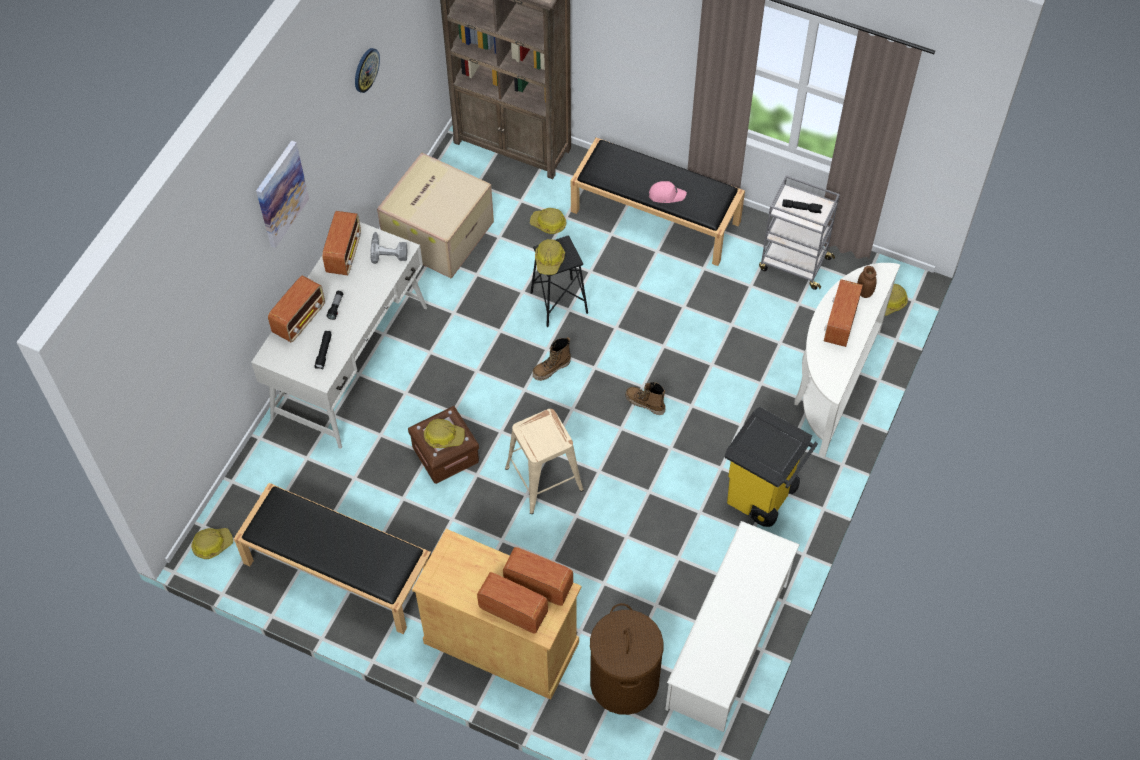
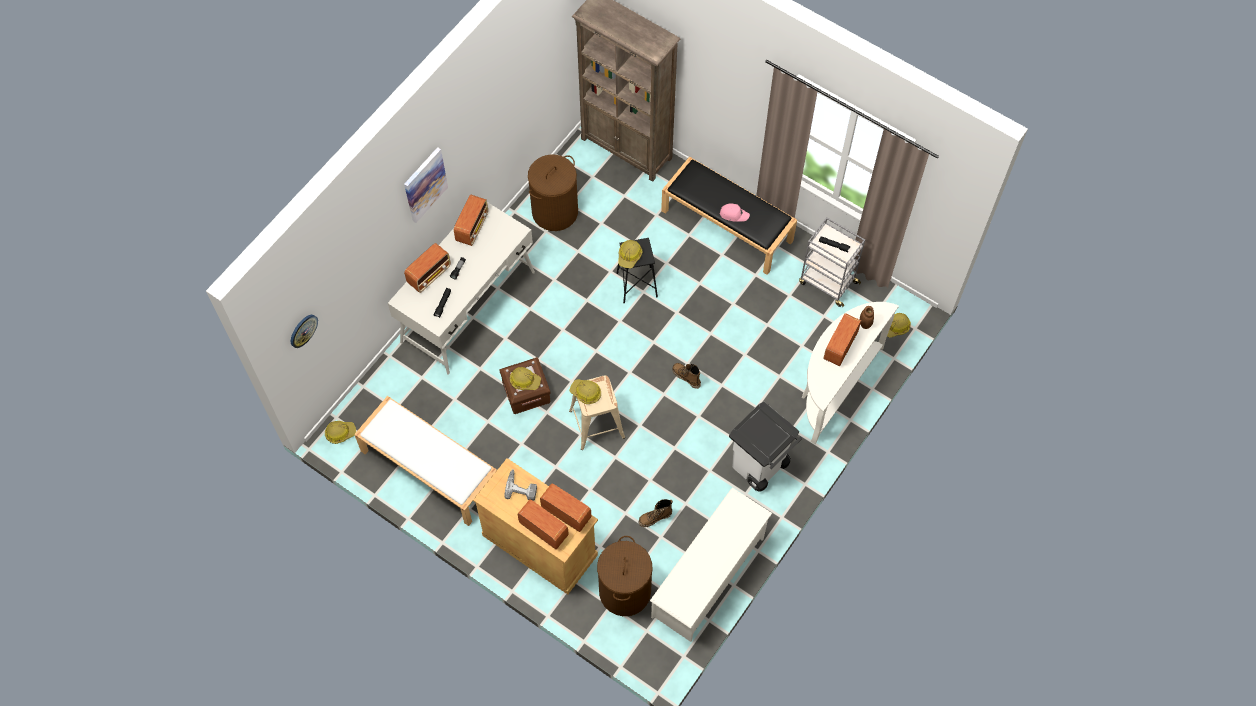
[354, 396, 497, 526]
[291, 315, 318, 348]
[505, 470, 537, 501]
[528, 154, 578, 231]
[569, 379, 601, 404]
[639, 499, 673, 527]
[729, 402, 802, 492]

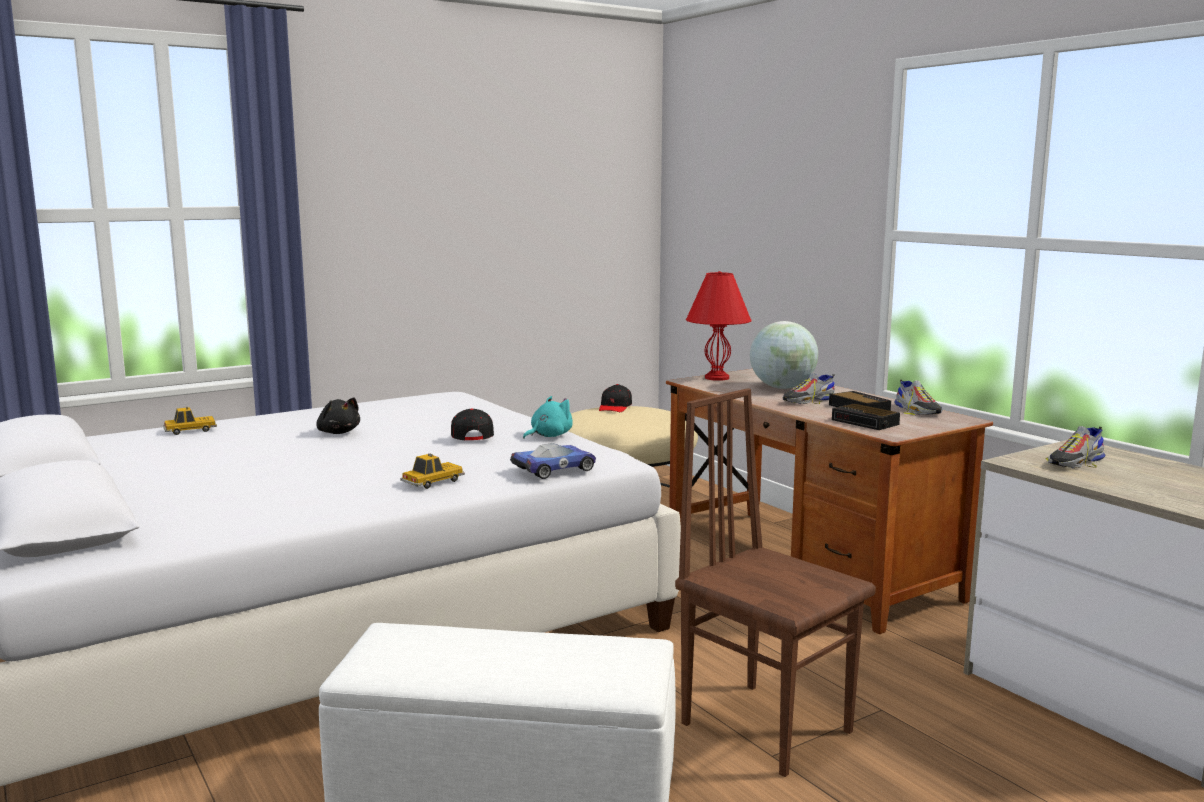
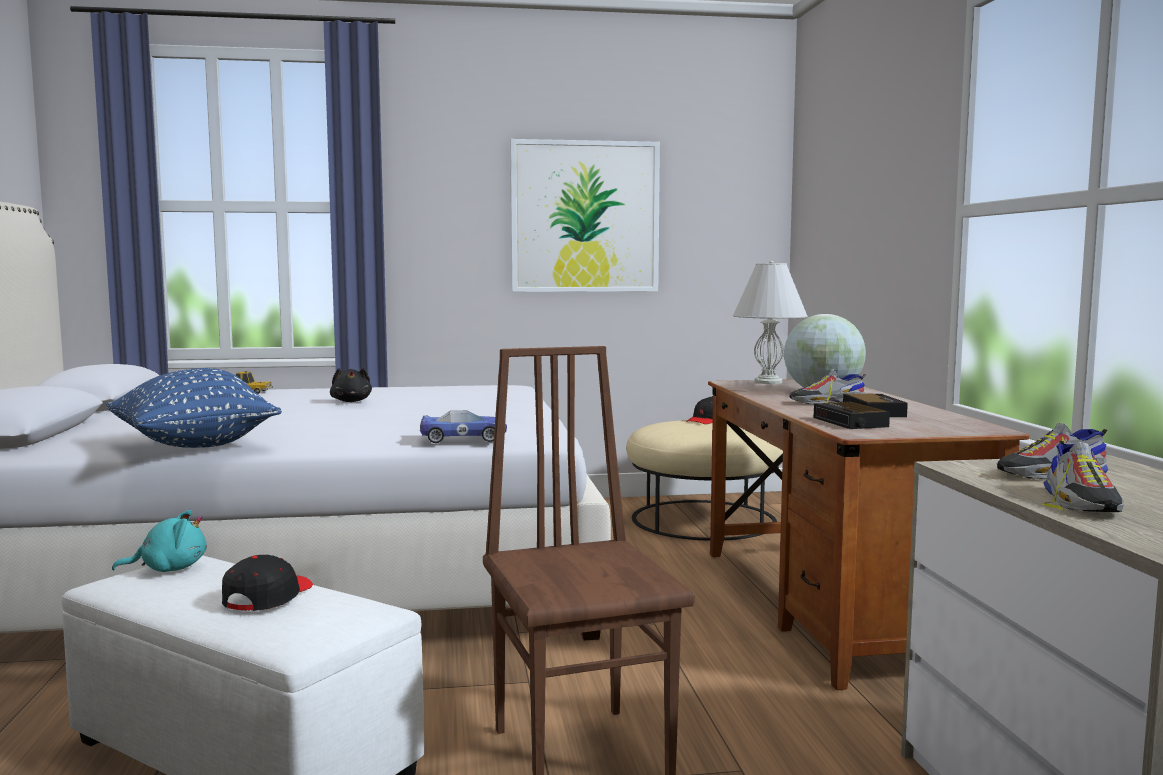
[400, 453, 465, 489] (first image)
[222, 555, 313, 611]
[112, 510, 206, 572]
[733, 261, 808, 384]
[1042, 441, 1124, 512]
[106, 368, 282, 448]
[510, 139, 660, 292]

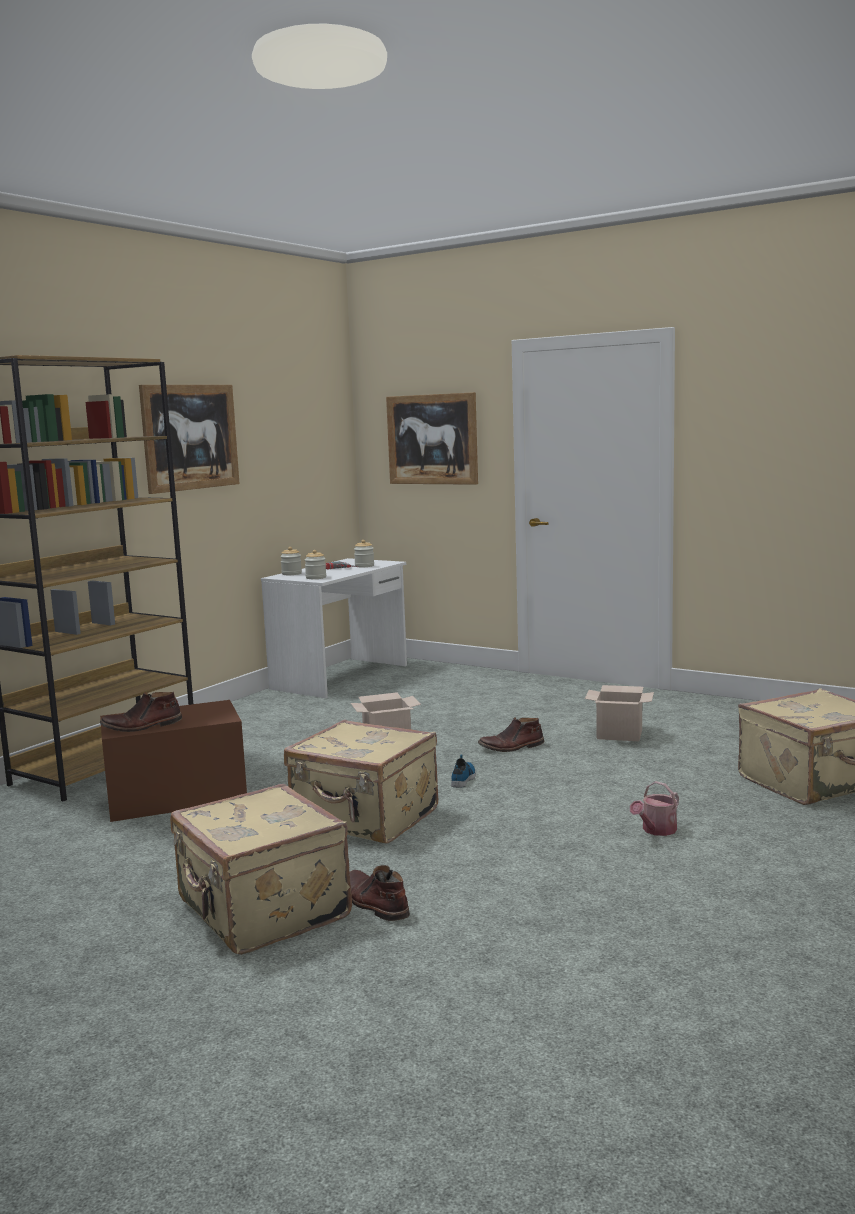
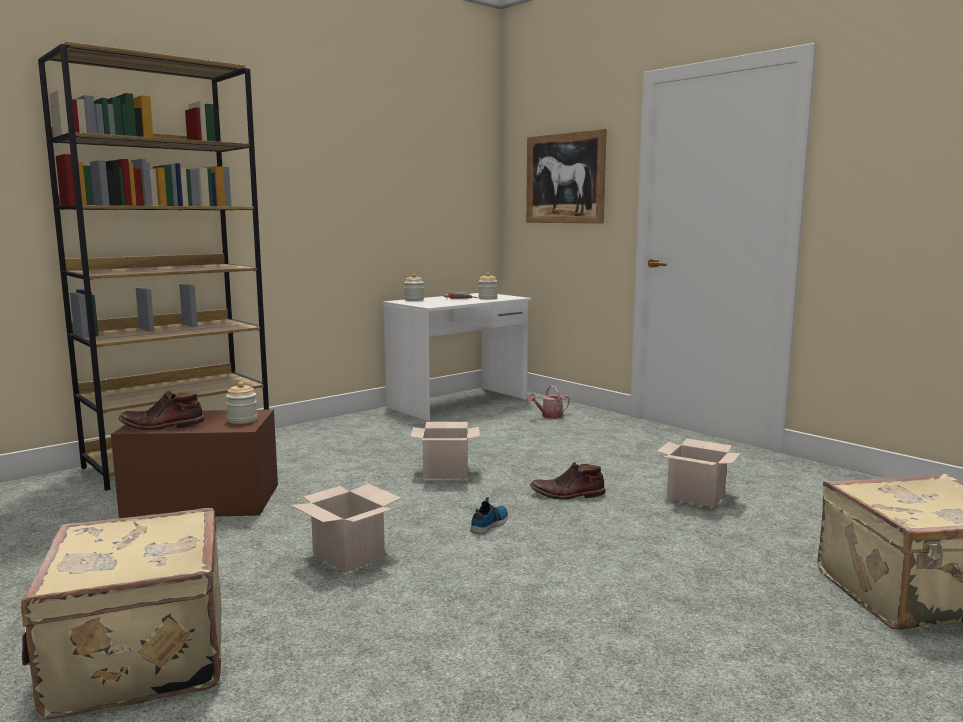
[139, 385, 240, 494] (first image)
[291, 484, 401, 573]
[226, 382, 257, 424]
[350, 865, 410, 921] (first image)
[528, 385, 570, 419]

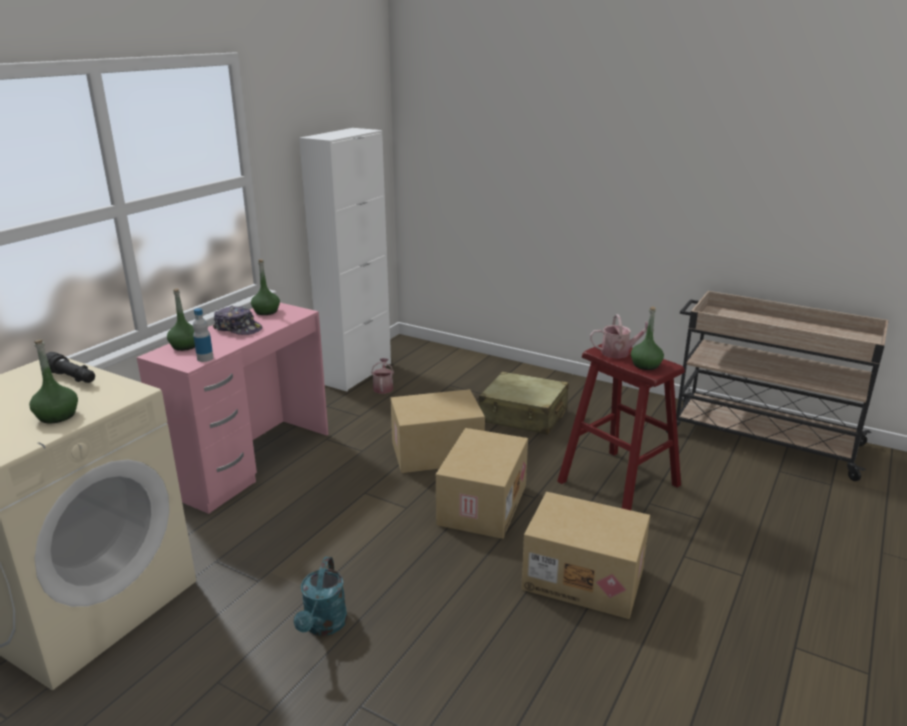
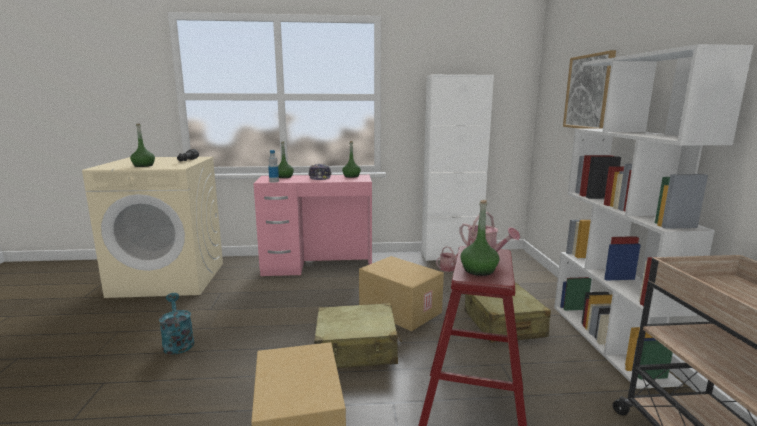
[159, 293, 194, 354]
[314, 303, 402, 368]
[554, 44, 754, 389]
[563, 50, 616, 129]

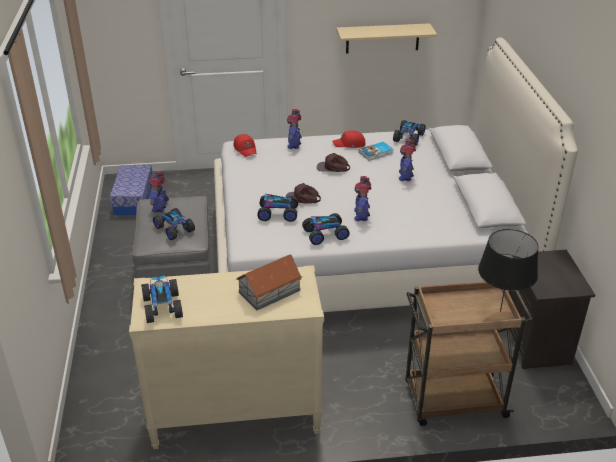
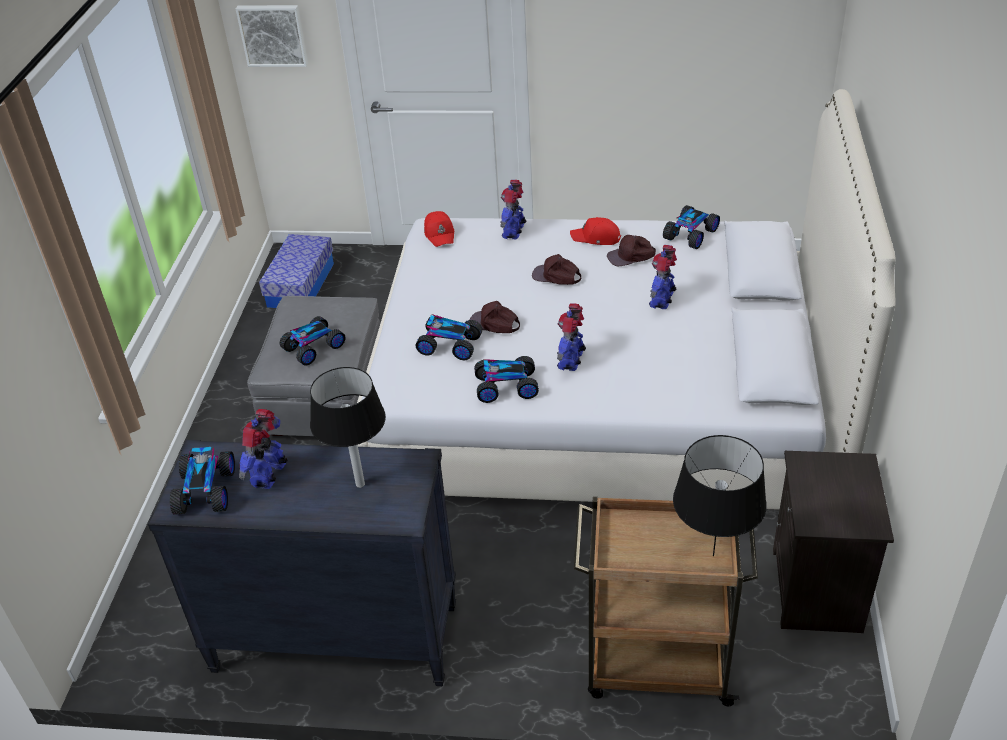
[148, 439, 456, 686]
[239, 409, 288, 489]
[280, 316, 346, 366]
[310, 367, 386, 488]
[336, 23, 437, 54] (first image)
[607, 235, 656, 266]
[236, 5, 308, 67]

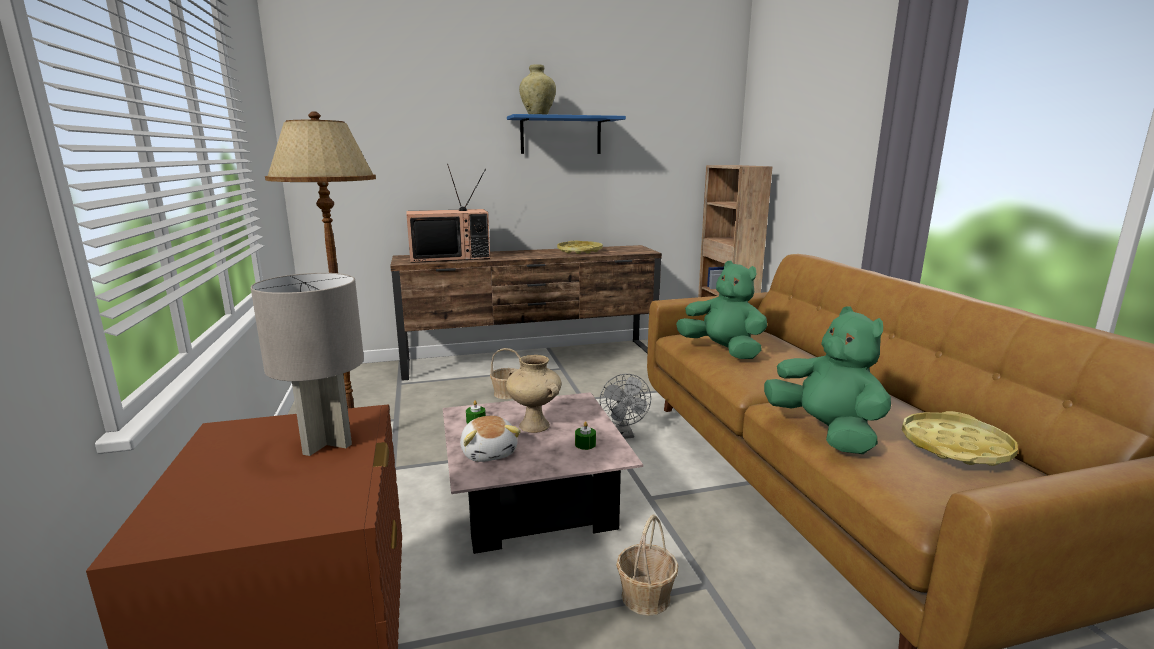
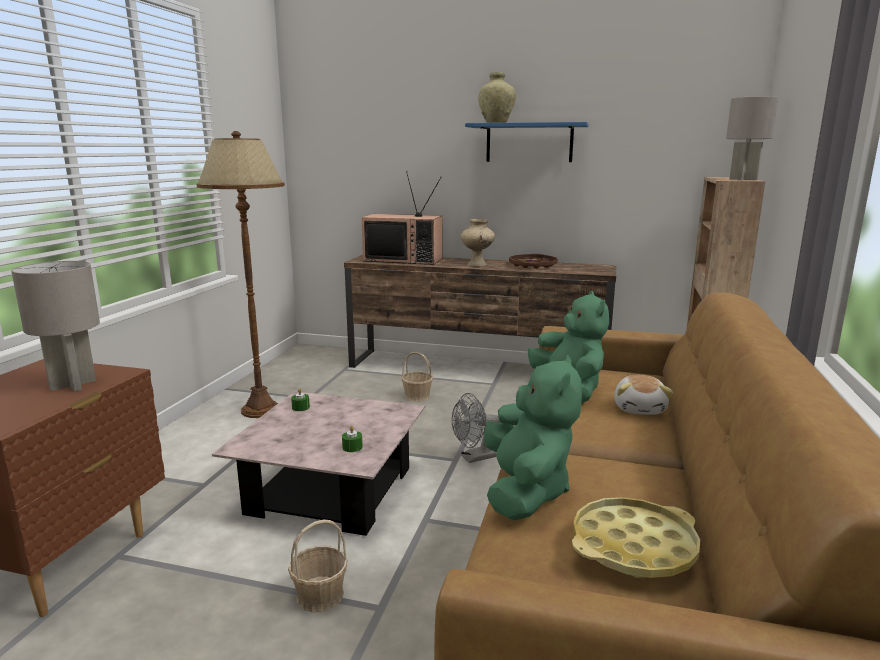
[614, 375, 673, 415]
[461, 219, 495, 267]
[509, 254, 558, 269]
[452, 393, 500, 463]
[726, 96, 778, 180]

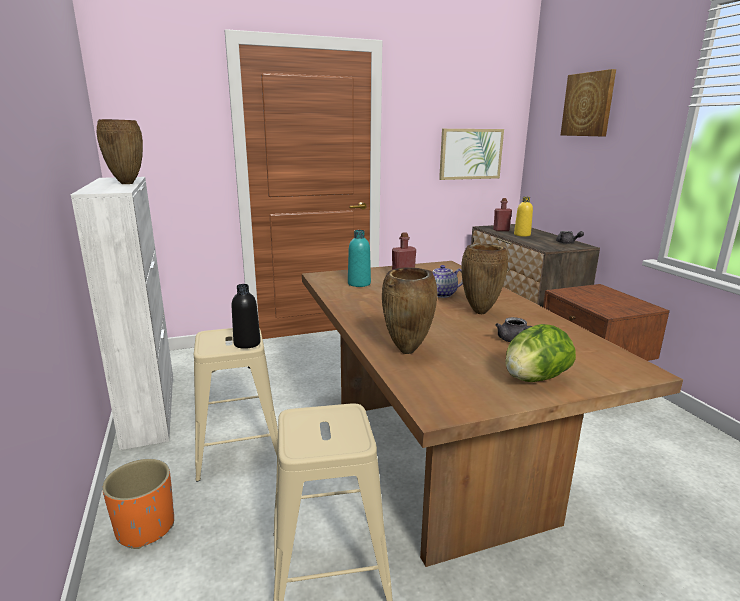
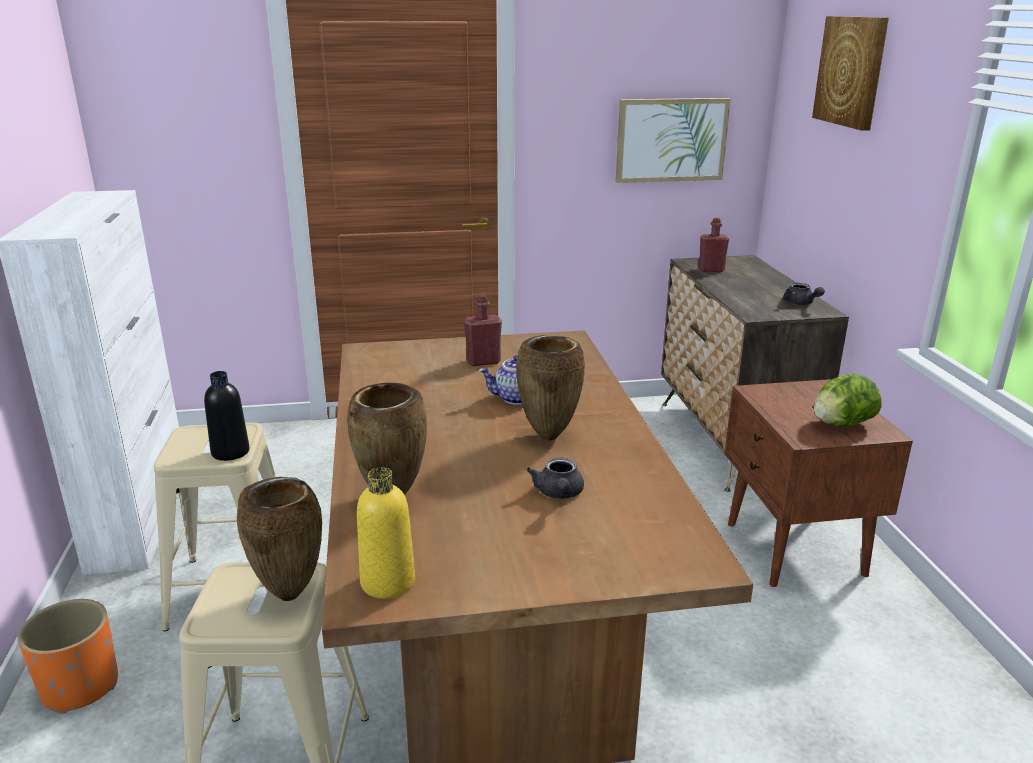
[237, 477, 322, 601]
[348, 230, 371, 287] (first image)
[814, 374, 882, 426]
[357, 467, 415, 599]

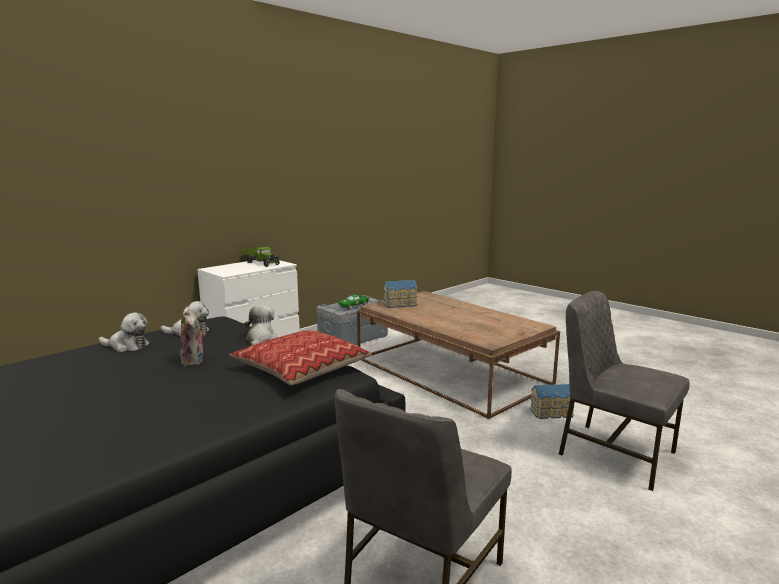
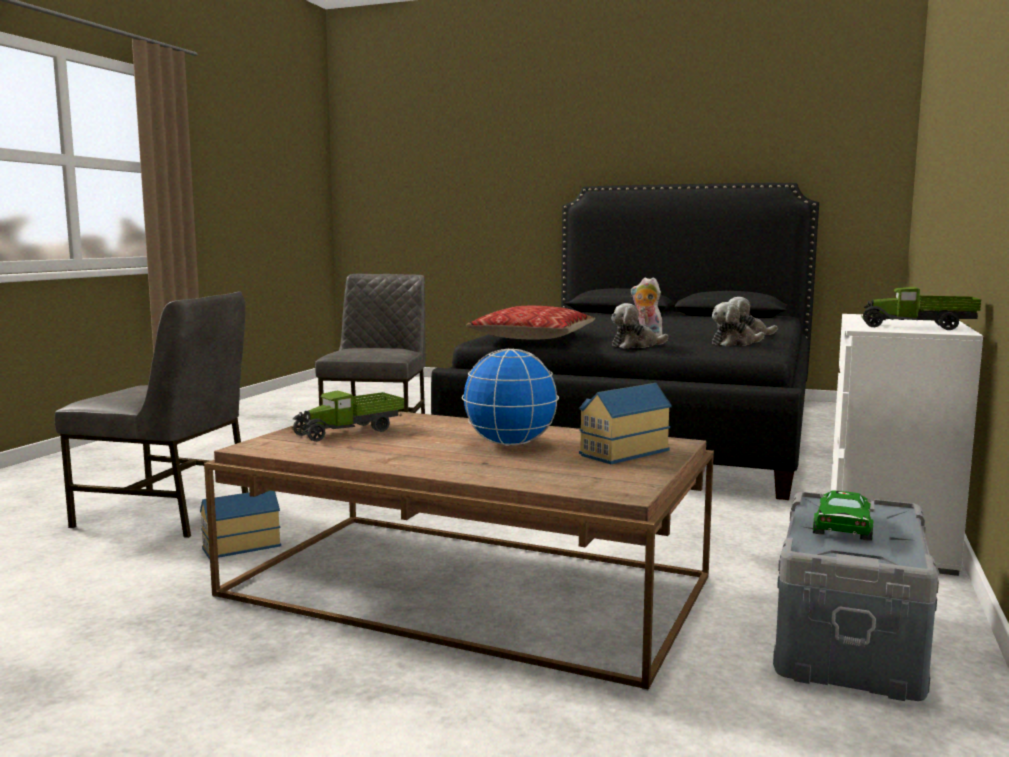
[611, 303, 668, 348]
[292, 391, 404, 442]
[462, 349, 559, 446]

